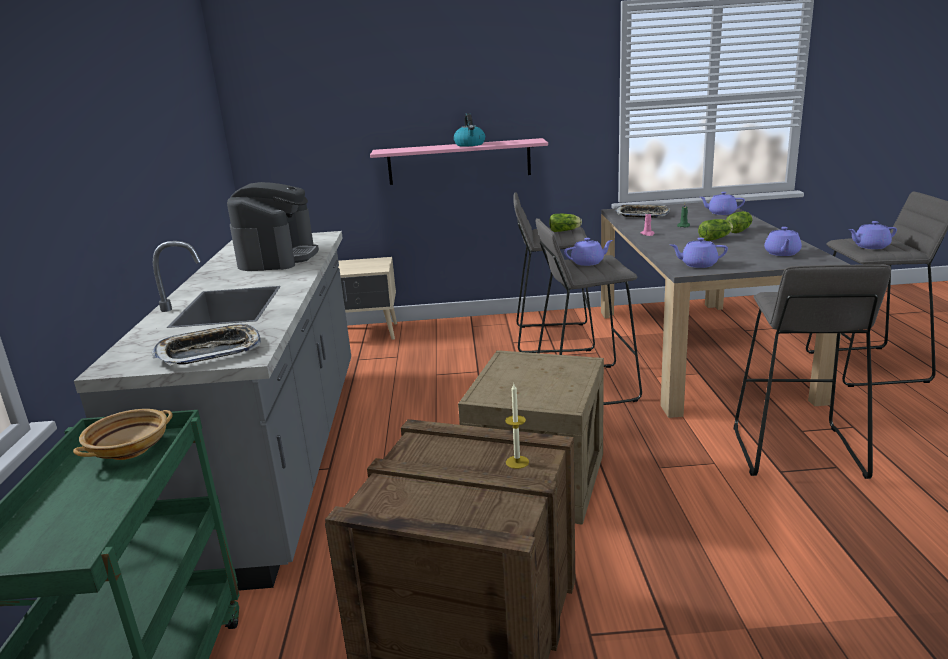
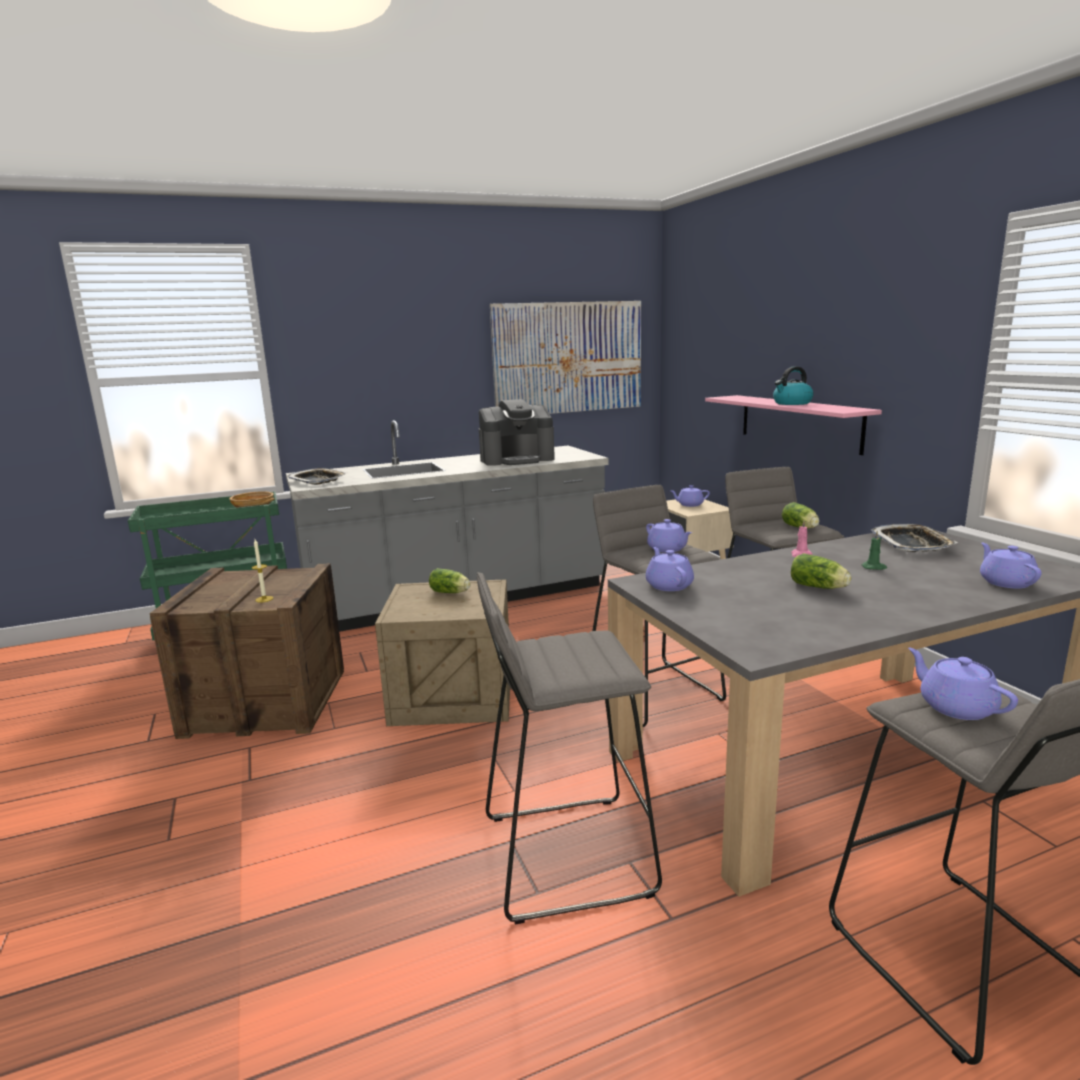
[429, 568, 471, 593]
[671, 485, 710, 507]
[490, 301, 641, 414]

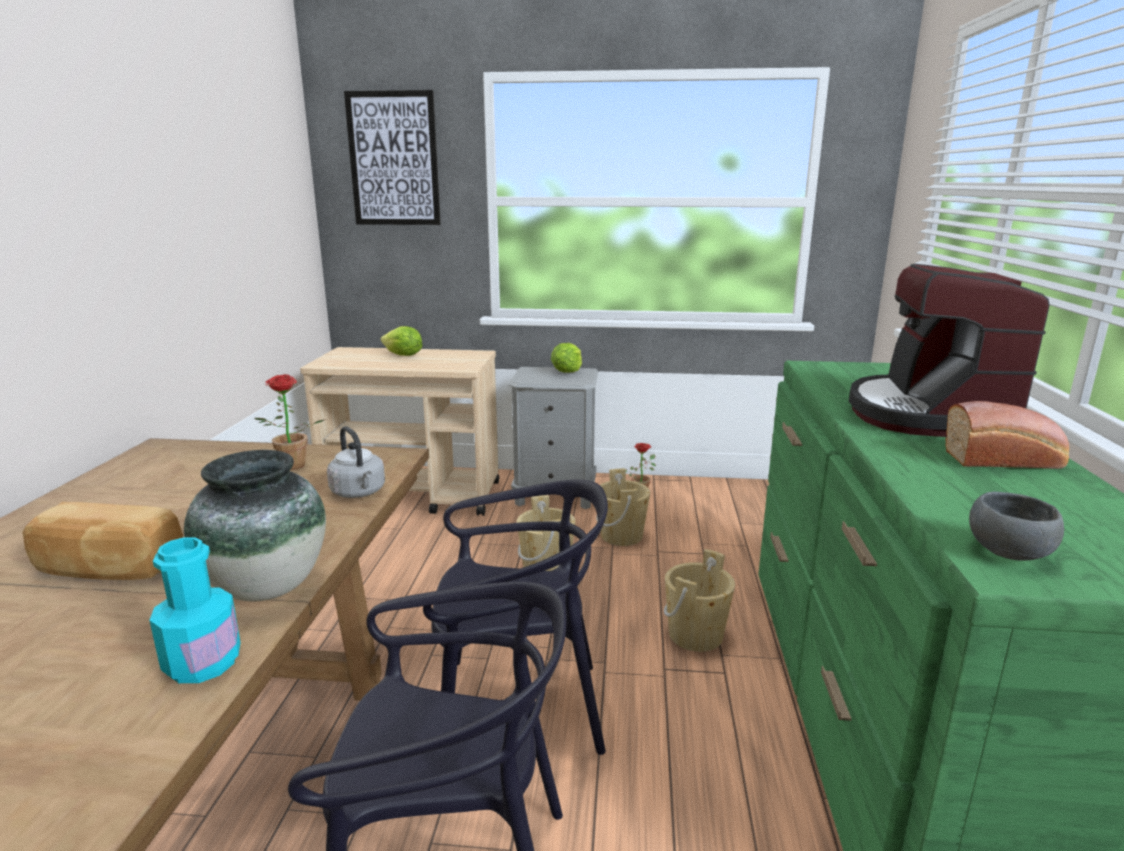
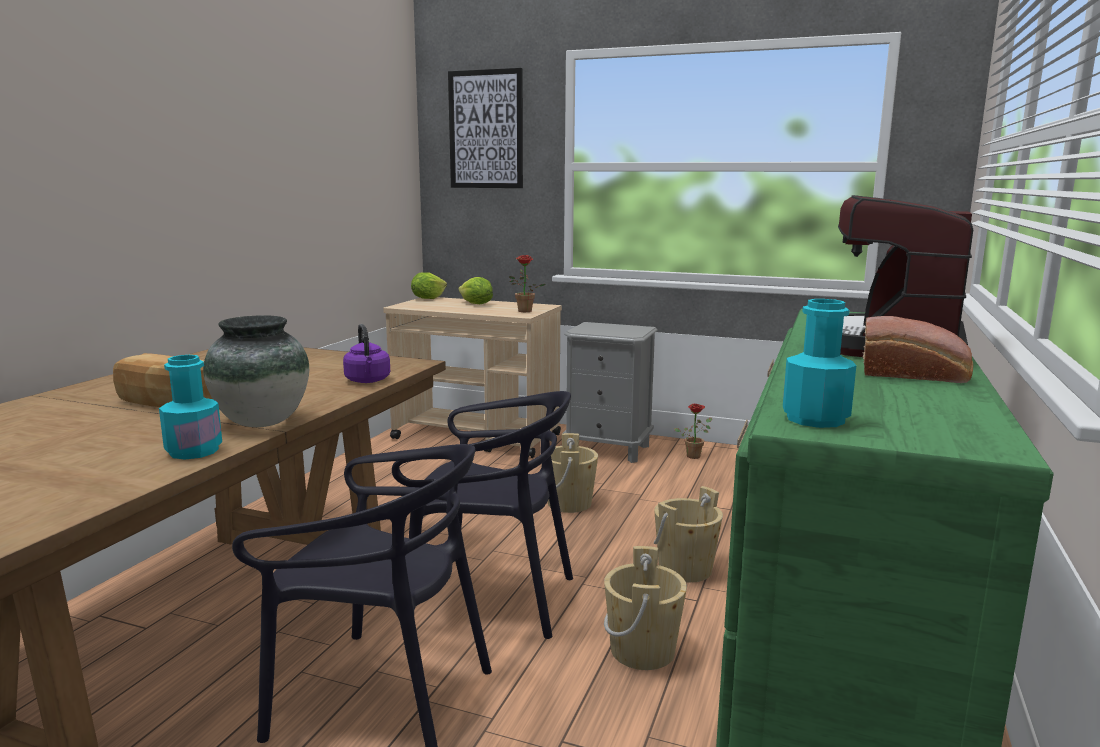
[509, 255, 546, 312]
[343, 324, 390, 383]
[411, 272, 447, 299]
[604, 546, 687, 670]
[783, 299, 856, 428]

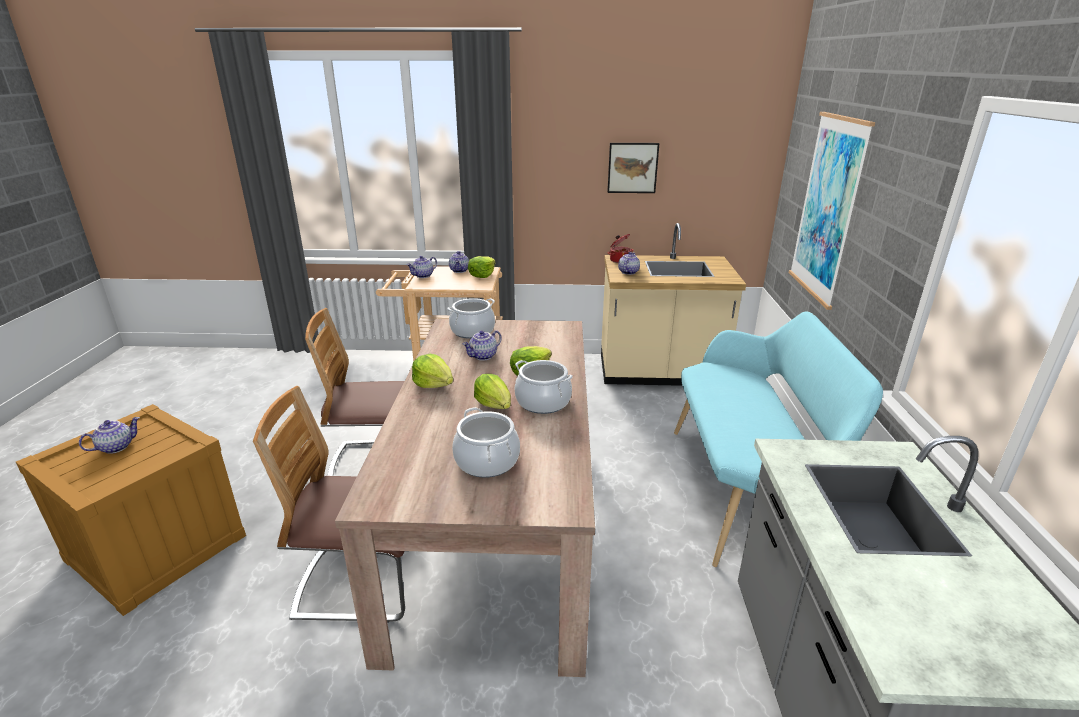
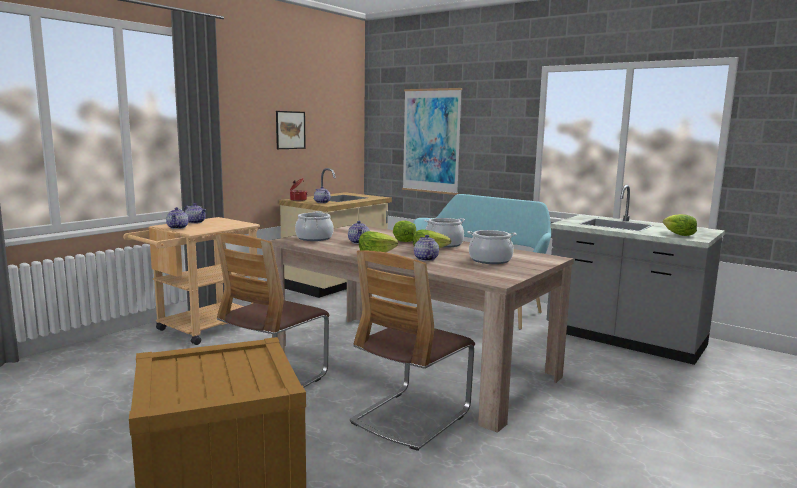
[414, 235, 439, 261]
[663, 214, 697, 236]

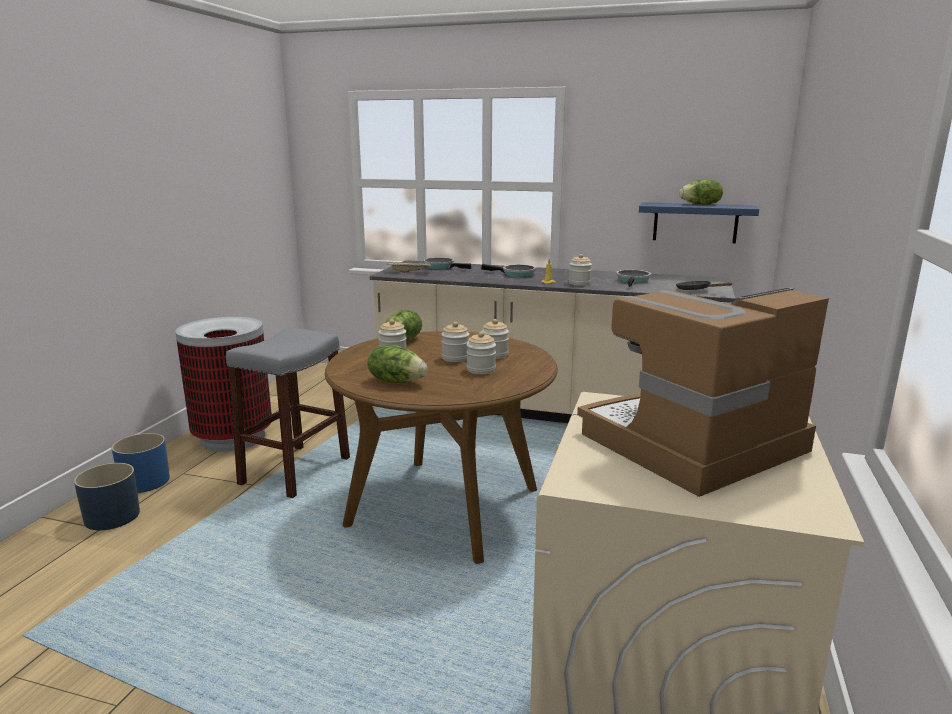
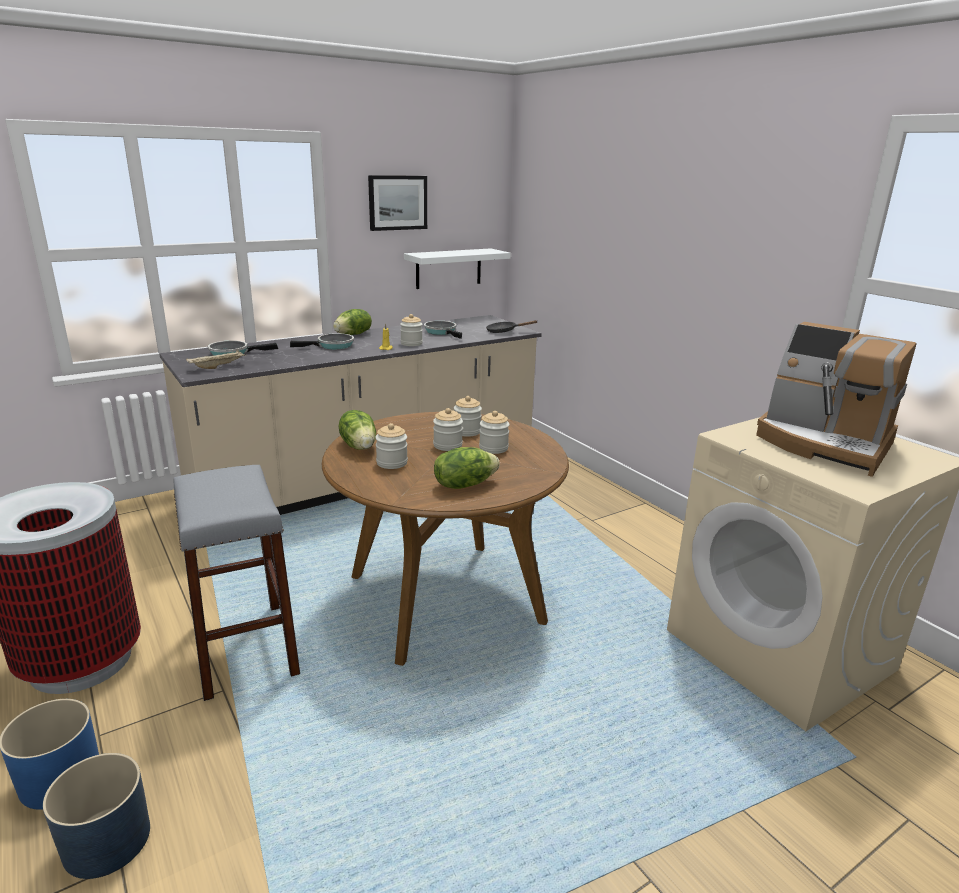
[756, 322, 916, 477]
[404, 248, 511, 289]
[333, 309, 372, 335]
[368, 175, 427, 231]

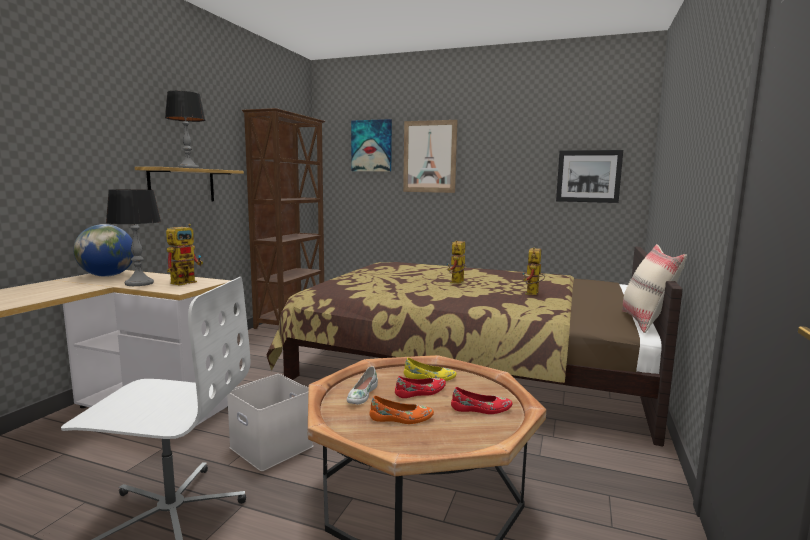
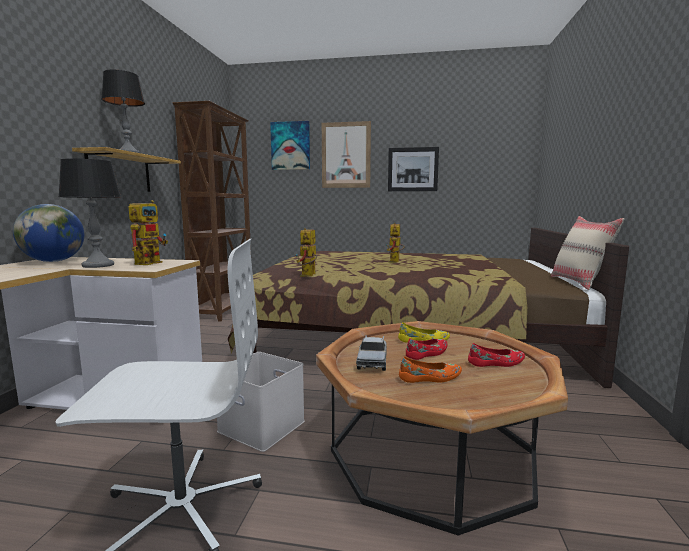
[356, 335, 387, 371]
[296, 228, 317, 276]
[388, 147, 439, 191]

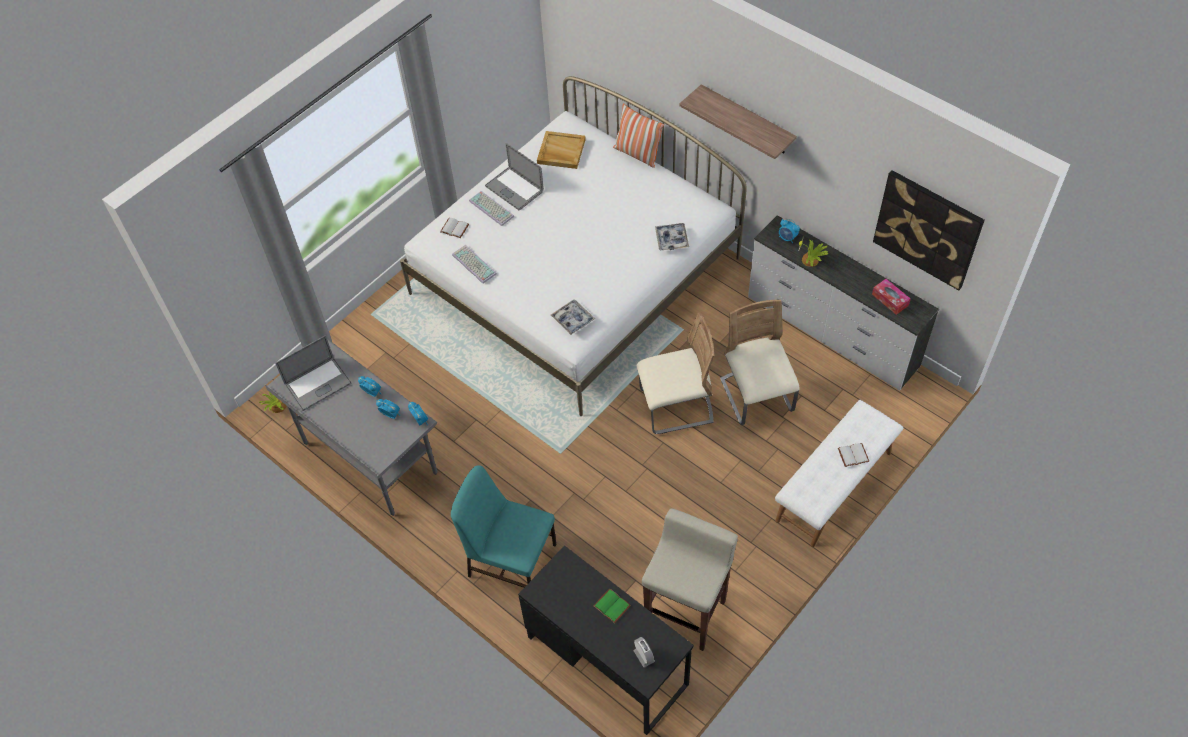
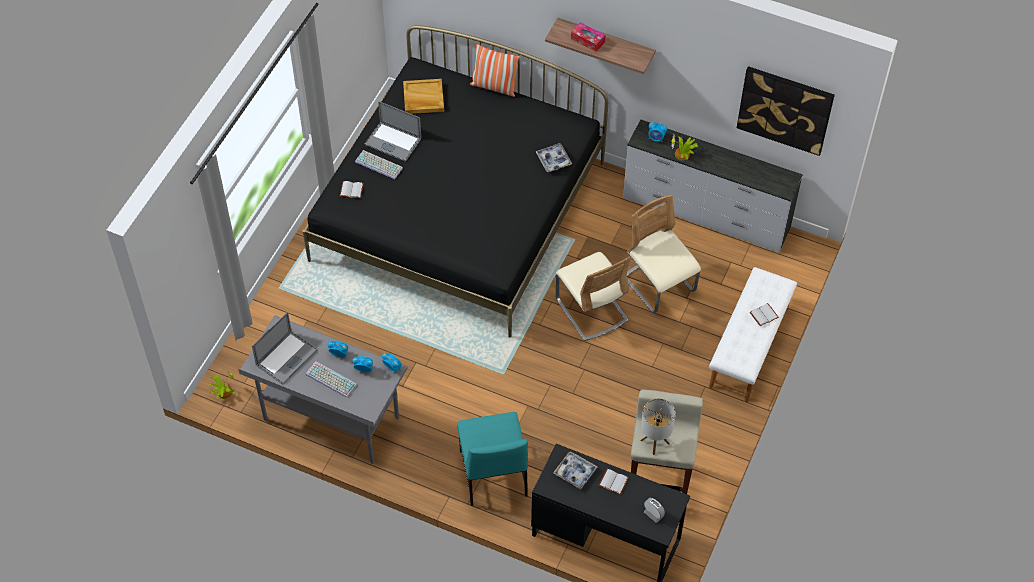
[302, 25, 608, 338]
[457, 412, 528, 506]
[306, 361, 357, 398]
[553, 451, 597, 490]
[598, 469, 629, 495]
[556, 252, 631, 341]
[571, 22, 606, 52]
[640, 399, 676, 455]

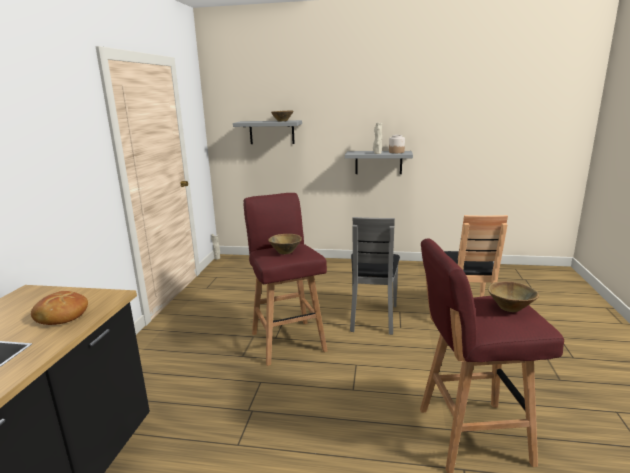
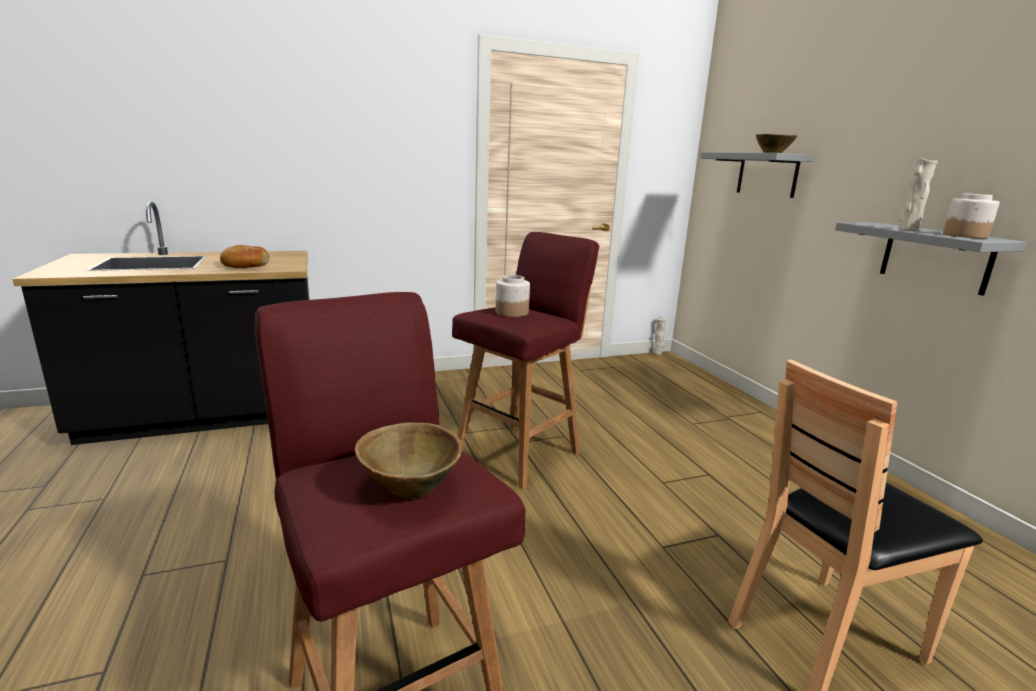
[496, 275, 530, 317]
[350, 217, 400, 335] (first image)

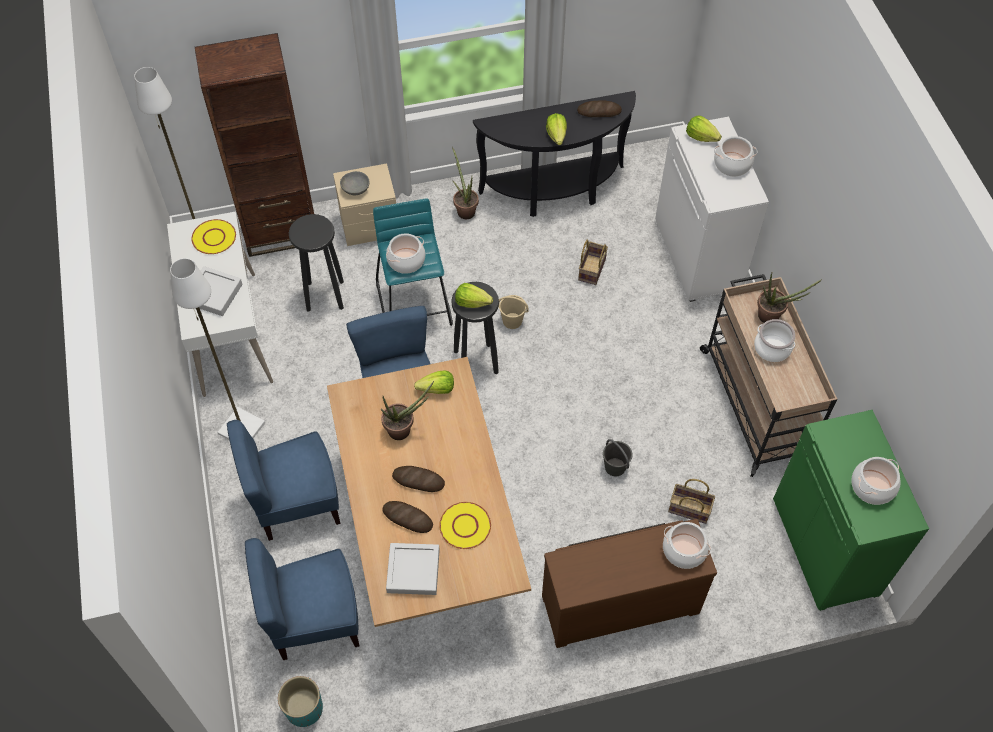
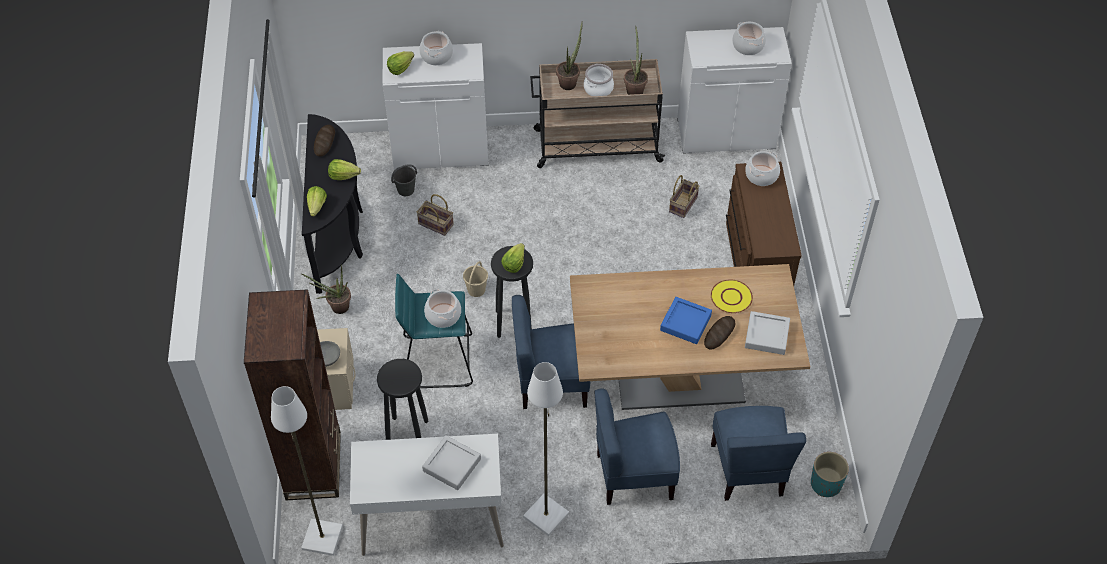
[191, 219, 236, 254] (first image)
[594, 388, 680, 505]
[624, 25, 648, 95]
[660, 297, 712, 344]
[307, 186, 327, 217]
[391, 164, 417, 196]
[677, 27, 792, 154]

